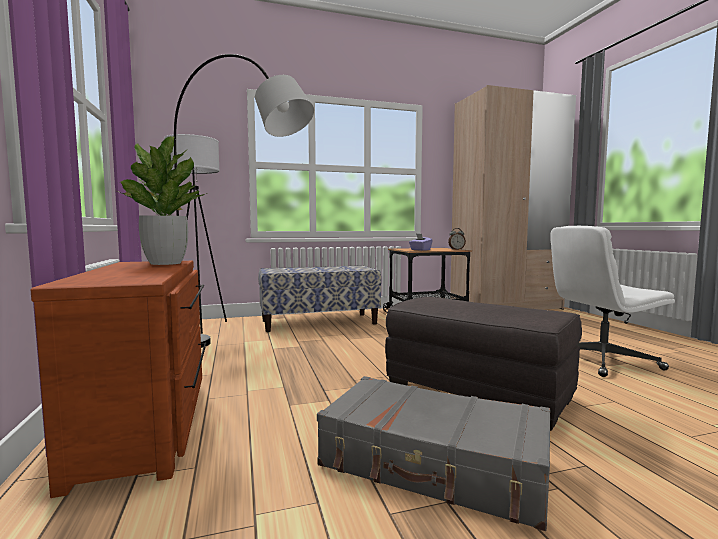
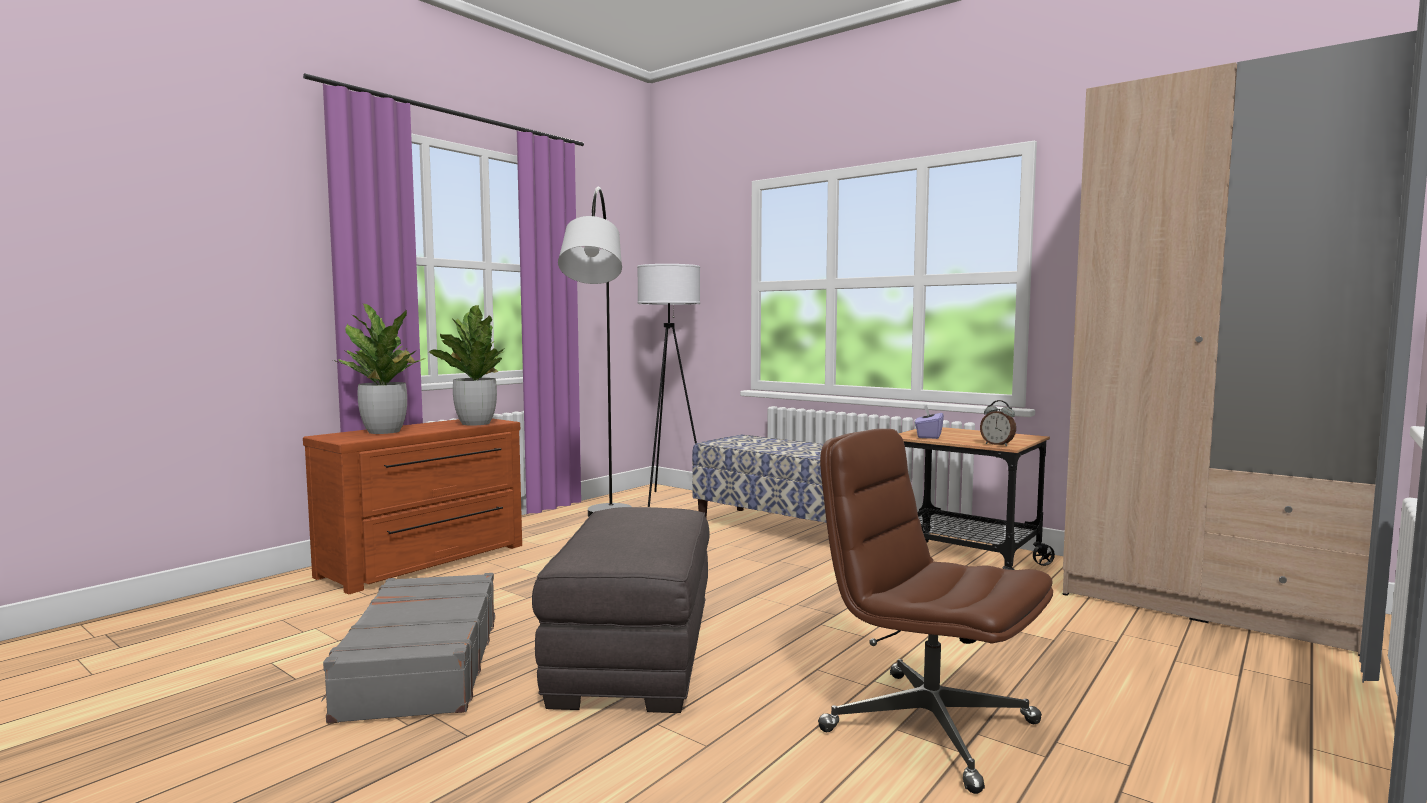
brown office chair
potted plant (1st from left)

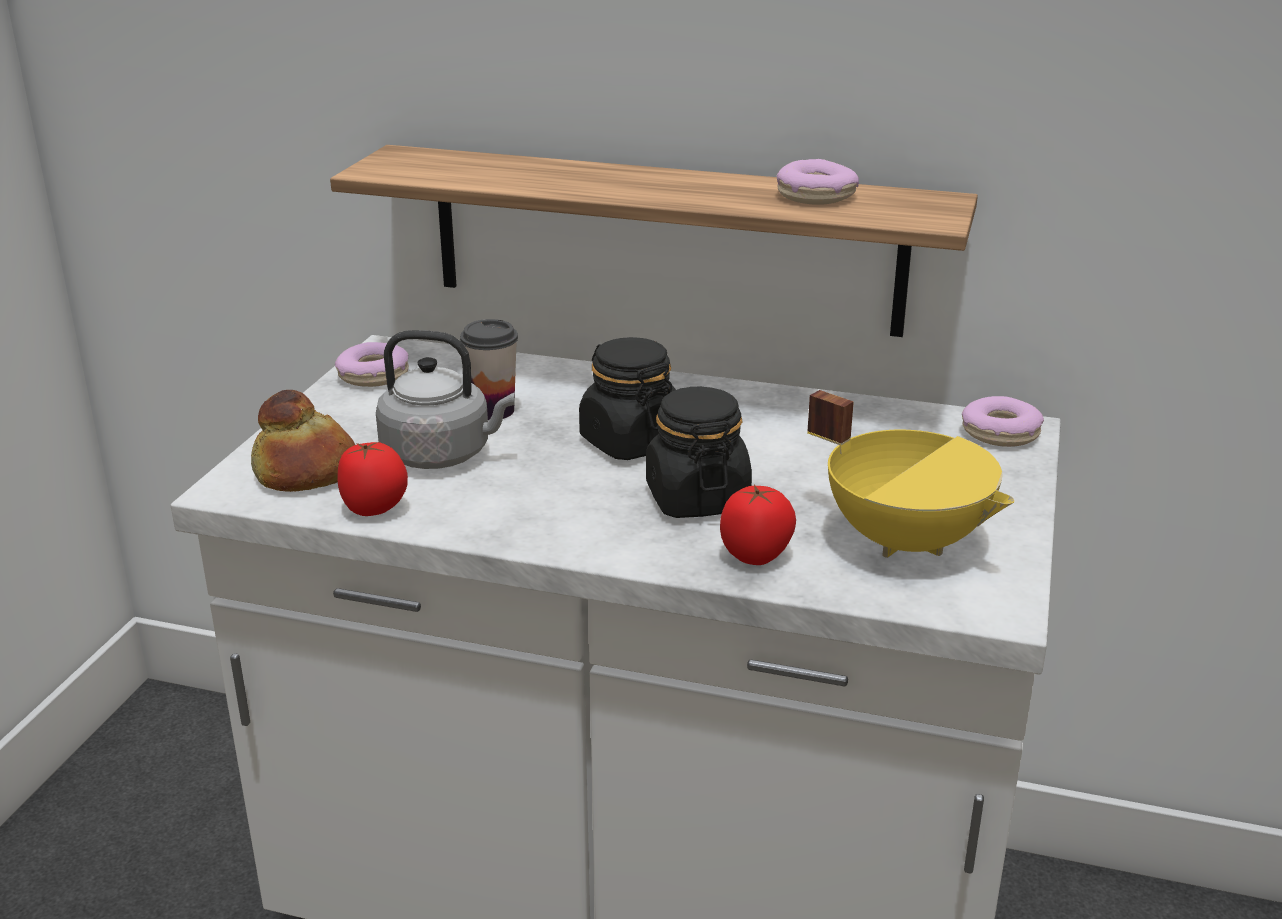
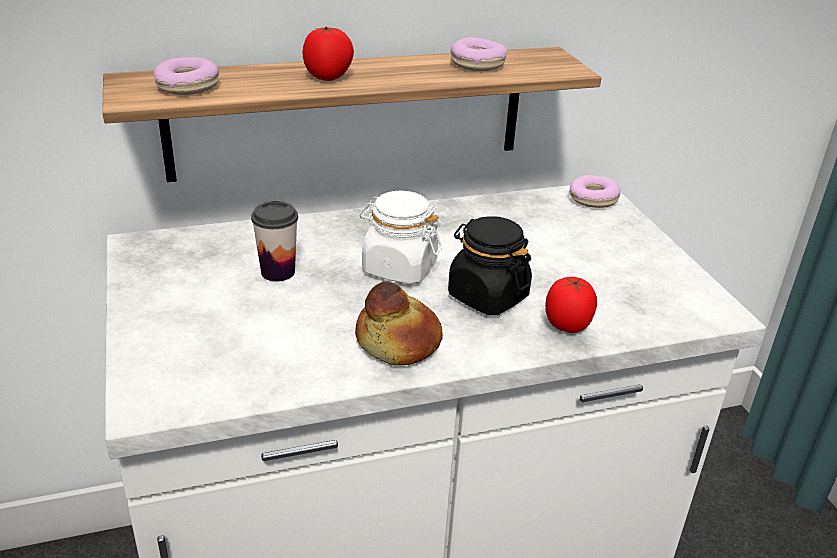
grey kettle
white jar
donut (1st from left)
bread
yellow cooking pot
tomato (1st from left)

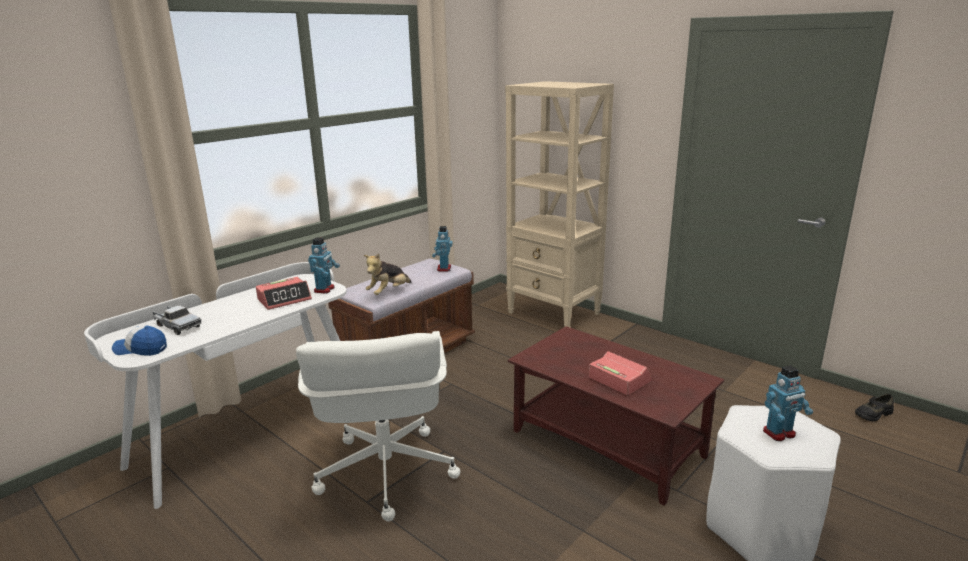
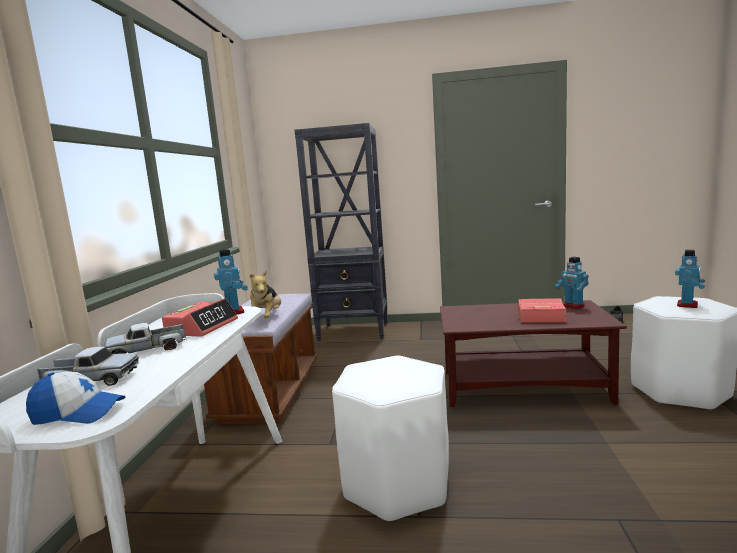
black bookcase
toy robot (2nd from left)
cap
white stool (1st from left)
toy truck (2nd from left)

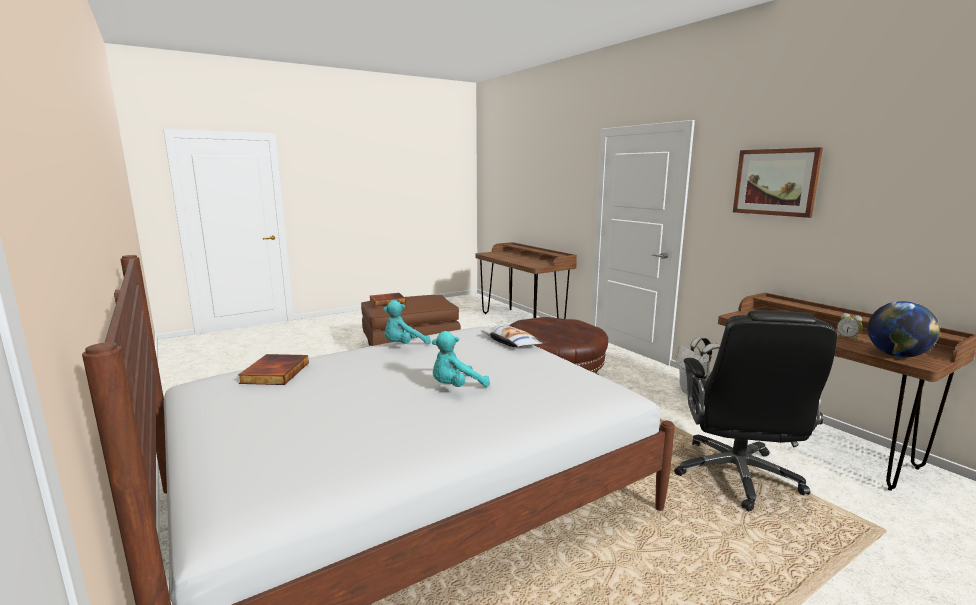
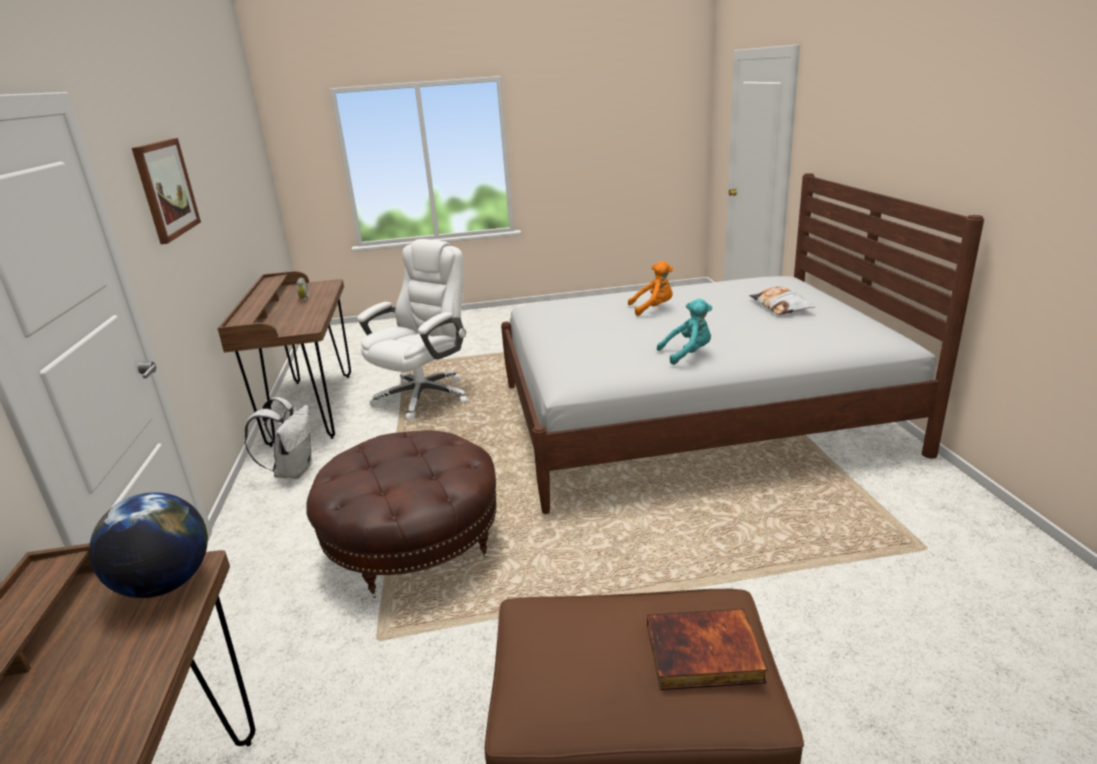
globe
white office chair
pillow
orange plush toy
book (1st from left in the first image)

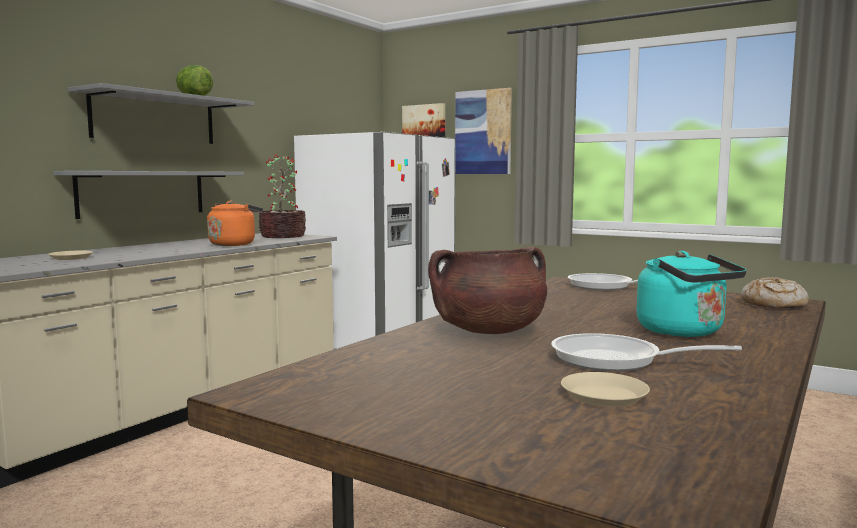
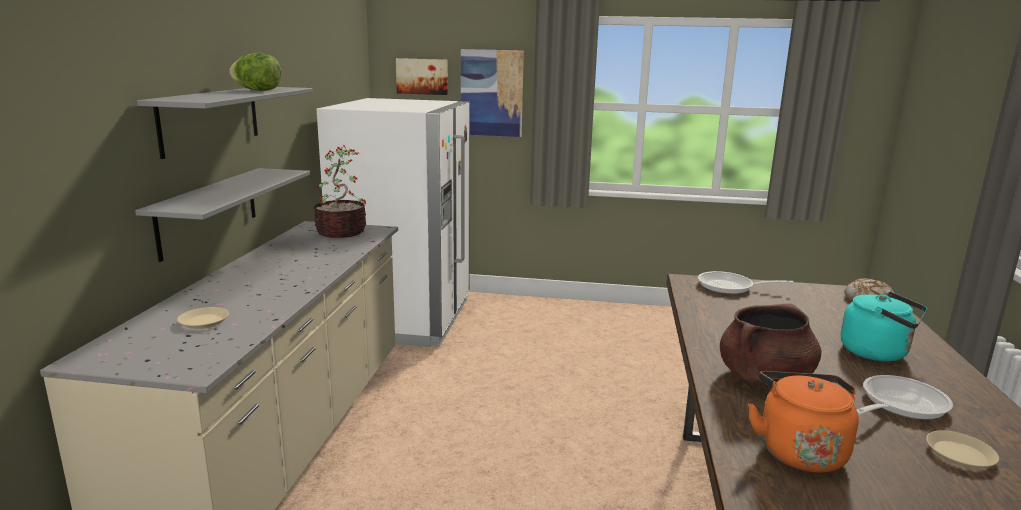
orange kettle
frying pan (2nd from left)

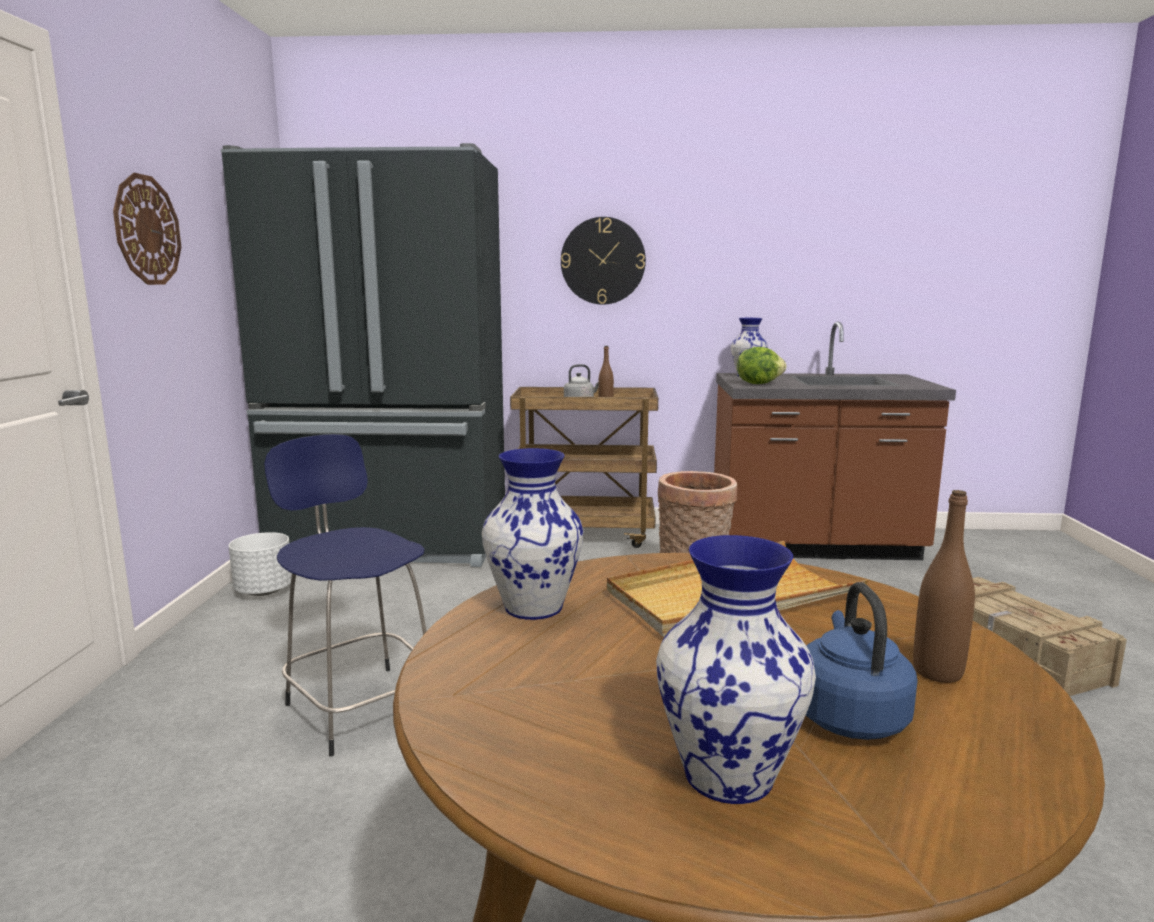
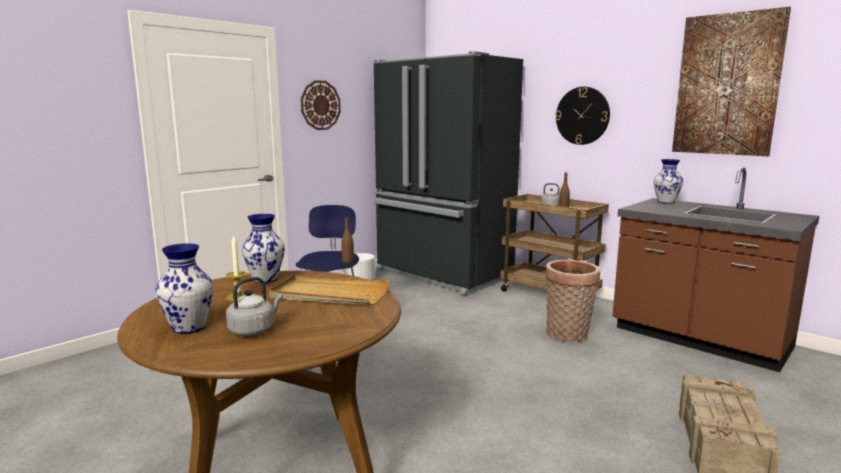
lettuce
brown bottle (1st from left)
grey kettle (1st from left)
picture
candle

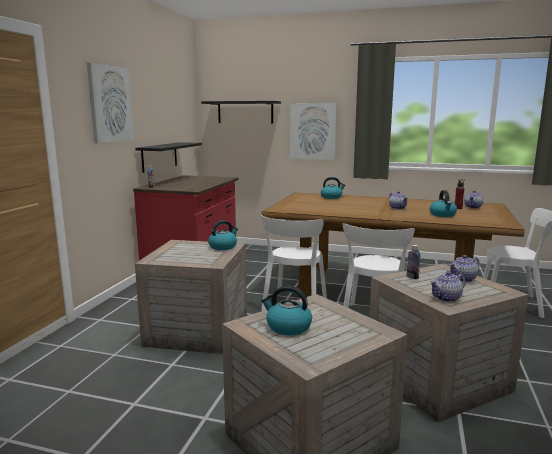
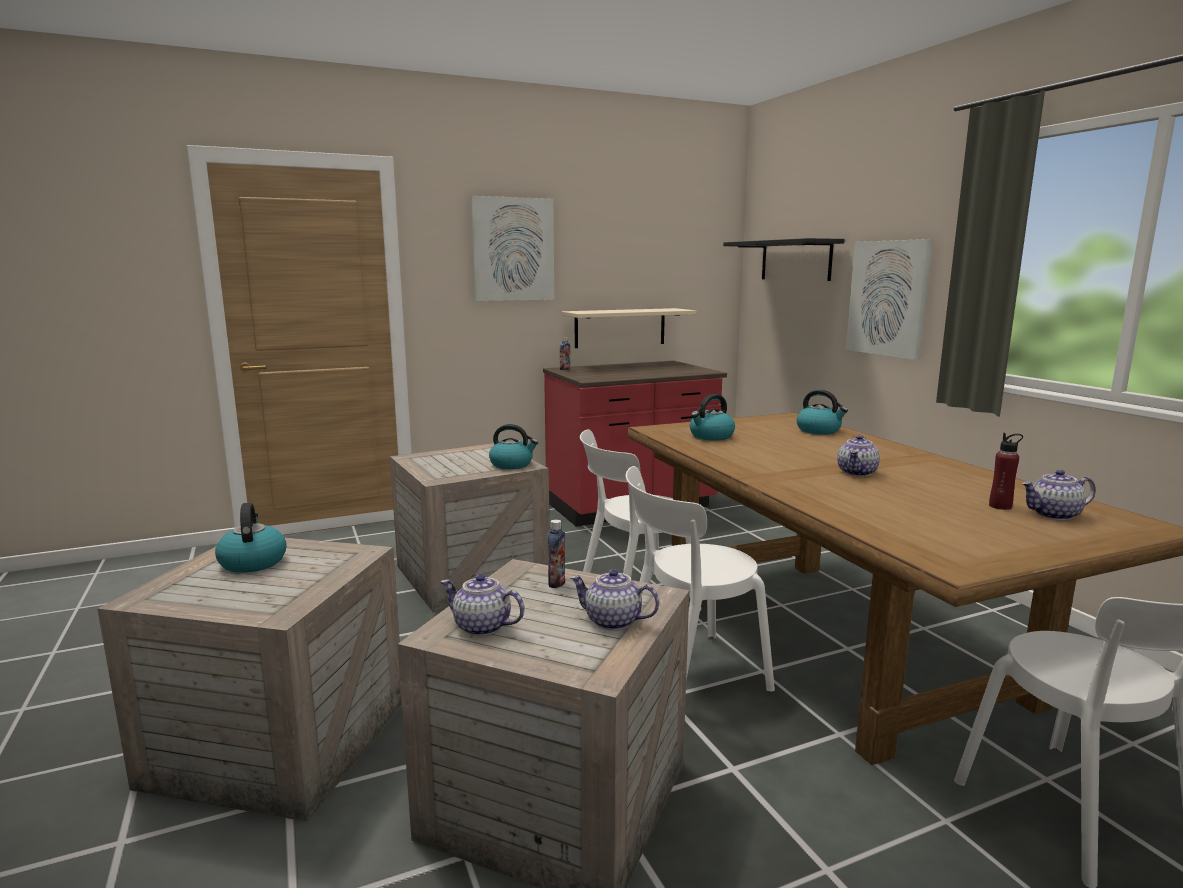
beige shelf
kettle (3rd from left)

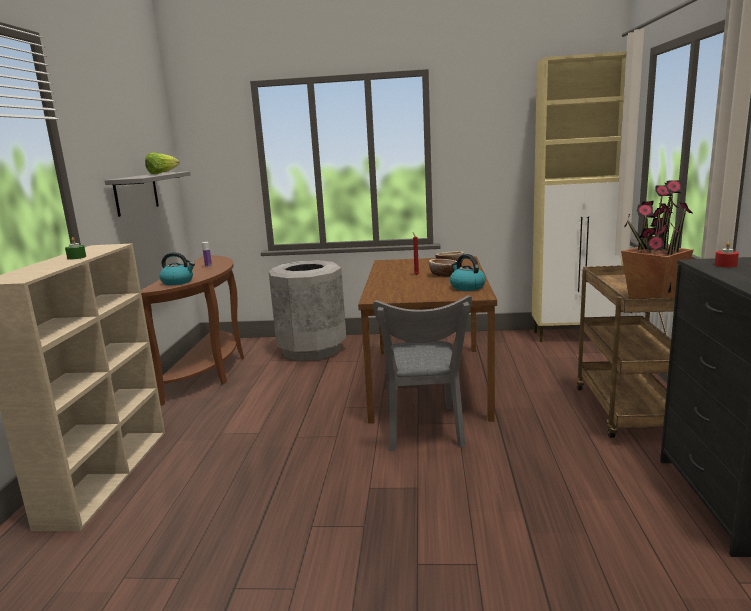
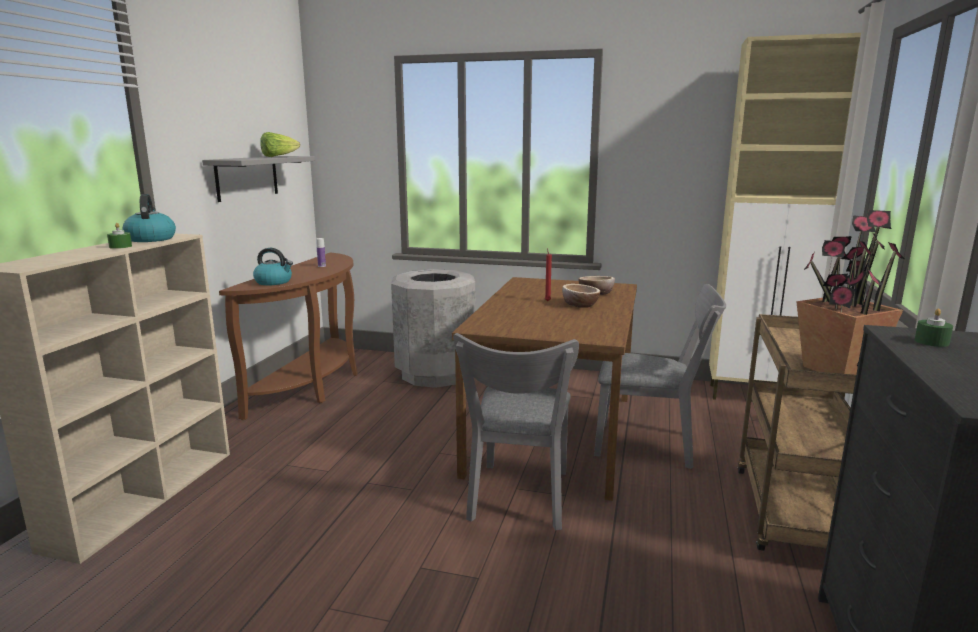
green candle (2nd from left)
kettle (1st from left)
grey chair (2nd from left)

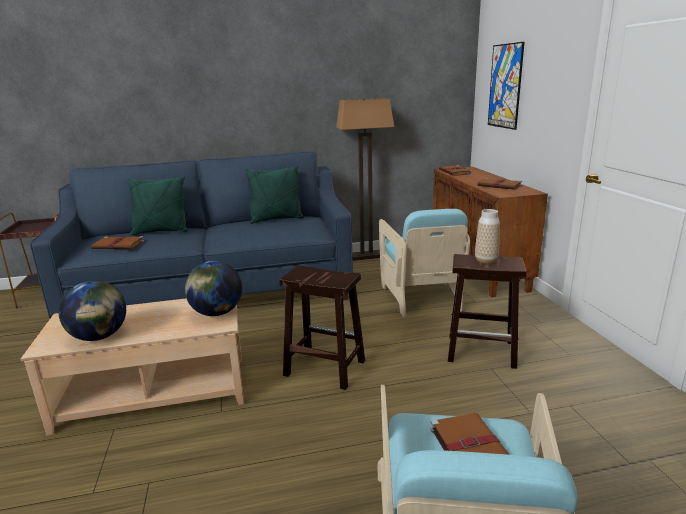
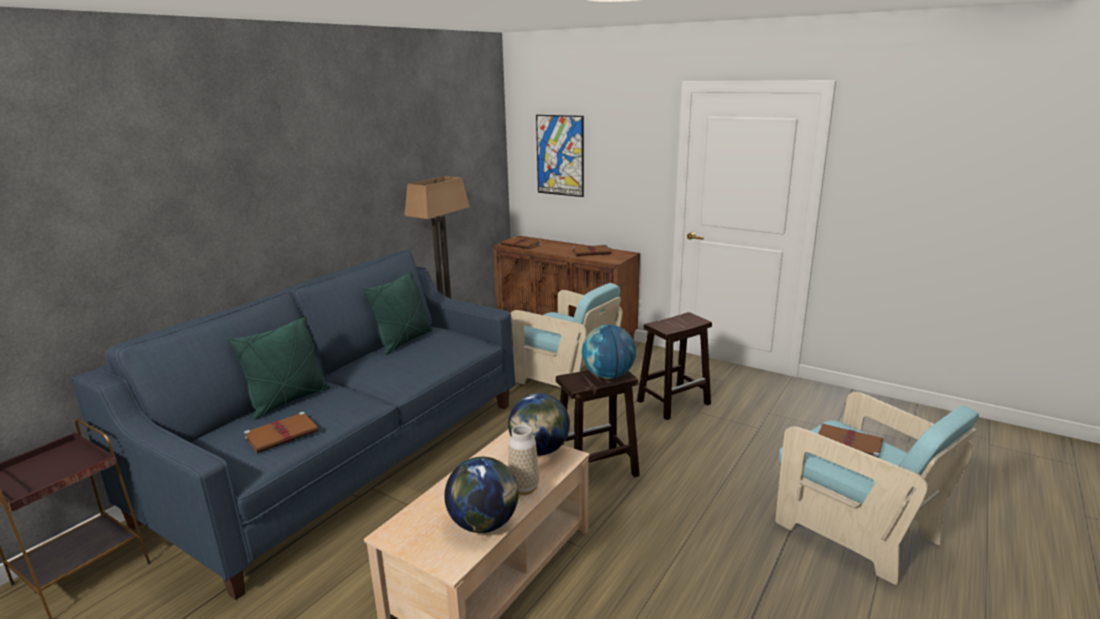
vase
globe (3rd from left)

